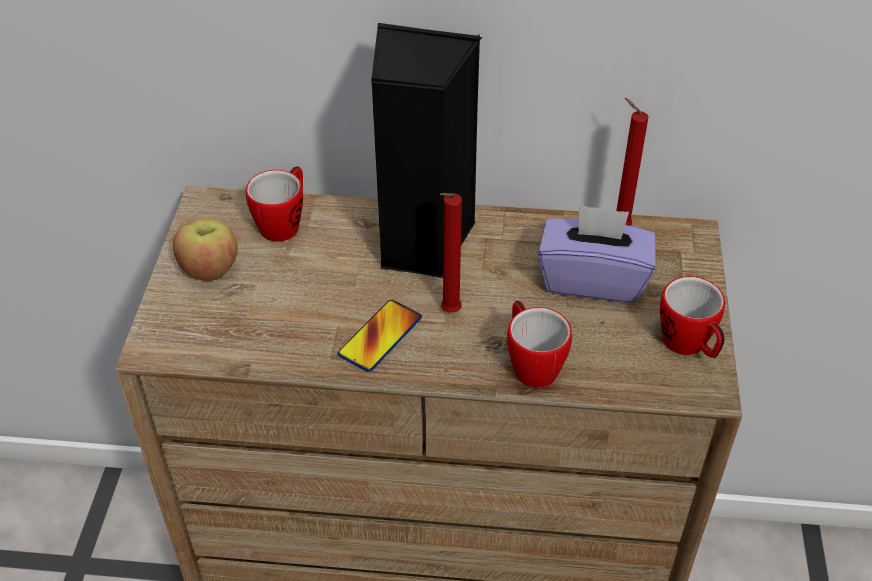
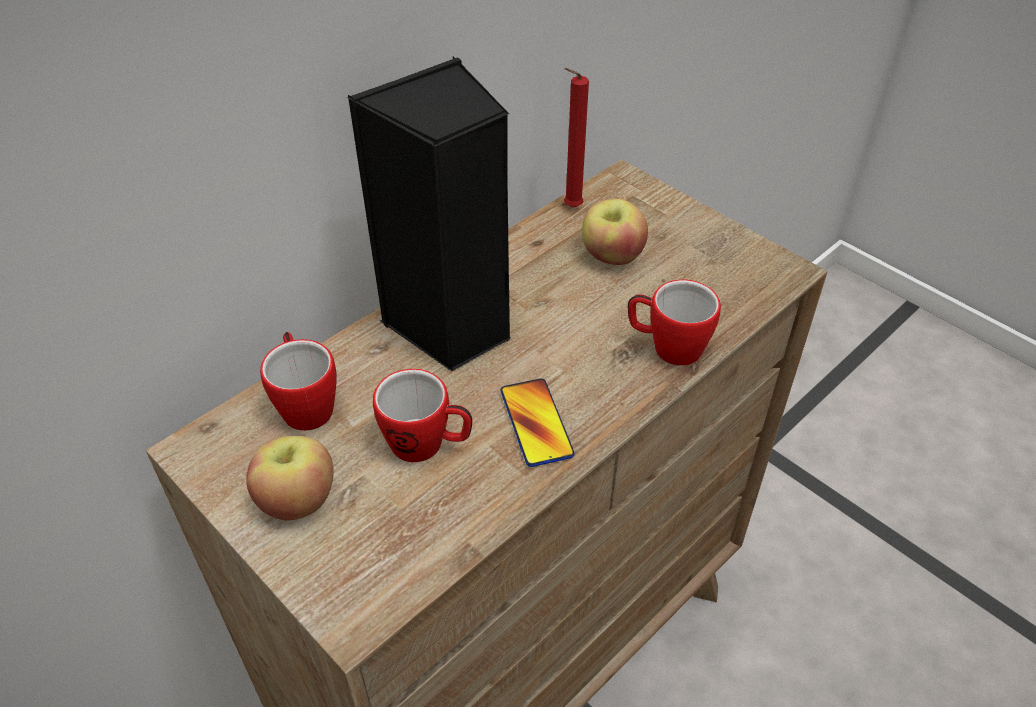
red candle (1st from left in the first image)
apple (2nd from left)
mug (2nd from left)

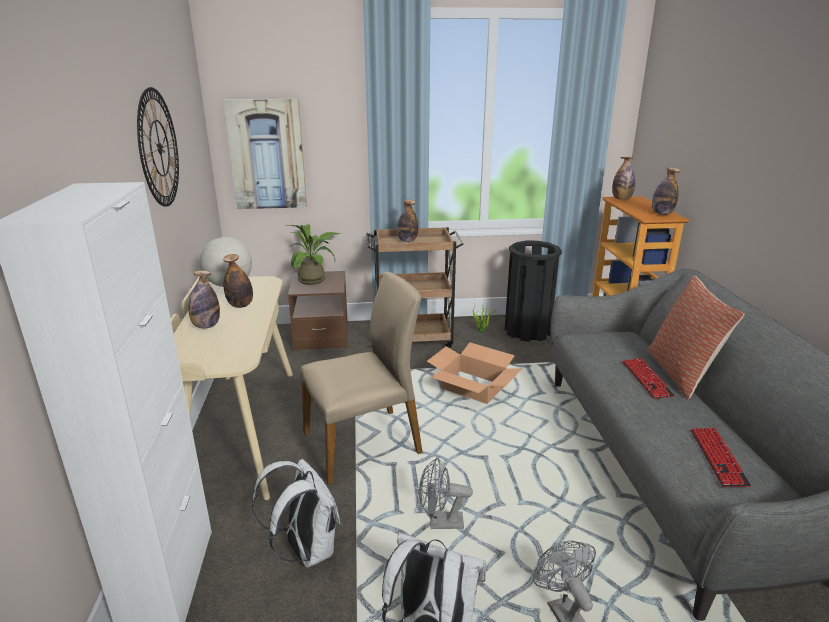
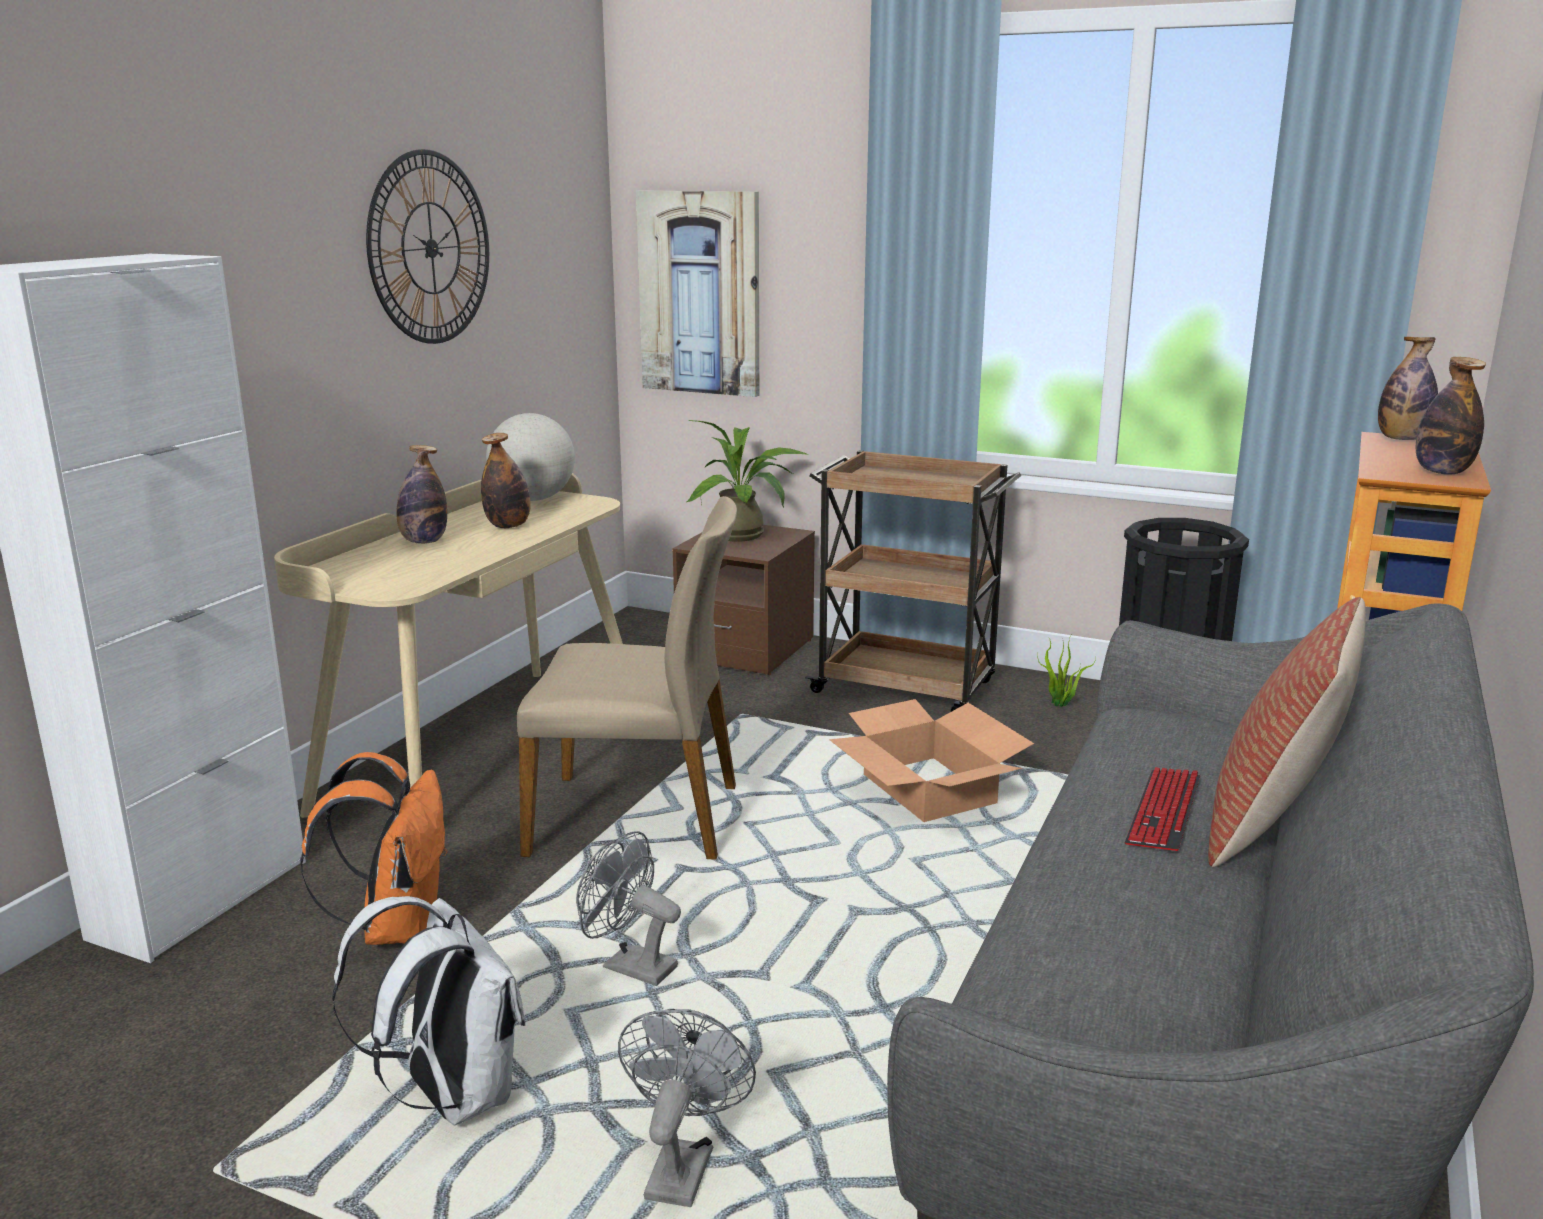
bottle (3rd from left in the first image)
keyboard (2nd from left in the first image)
orange backpack

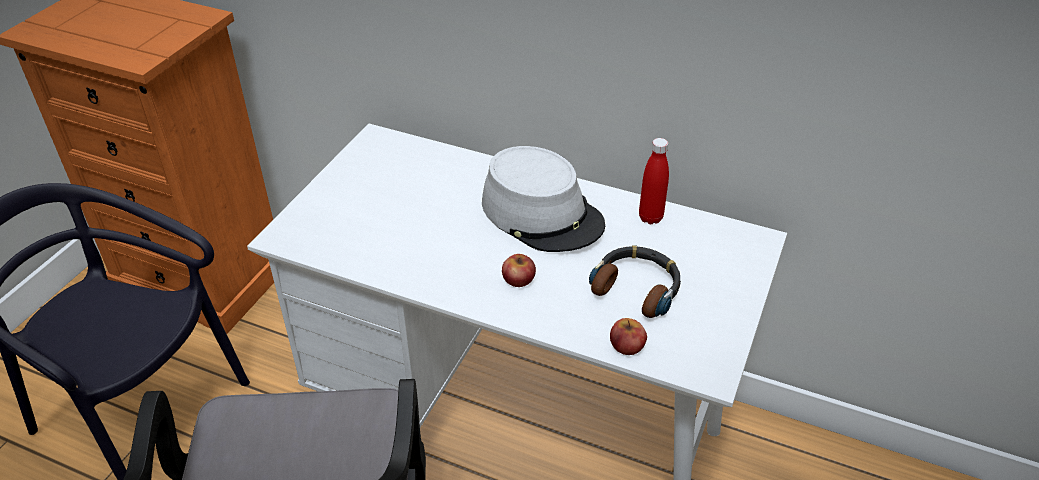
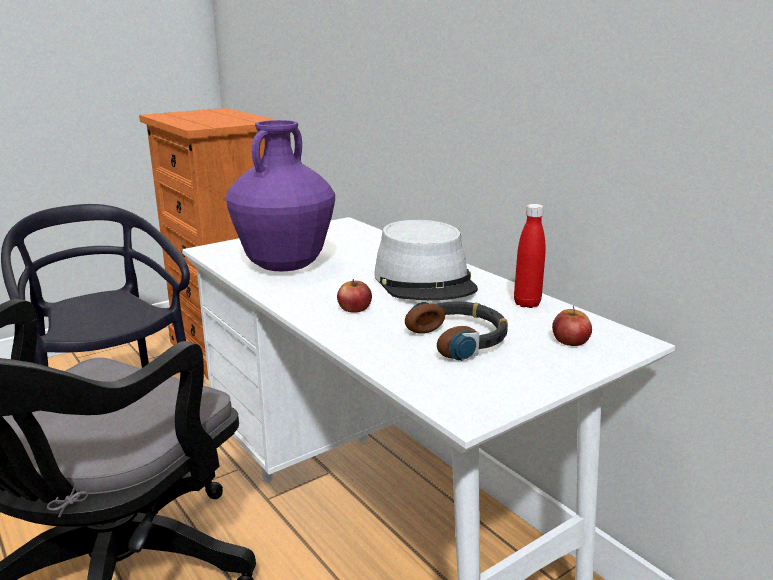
apple (2nd from left)
purple vase

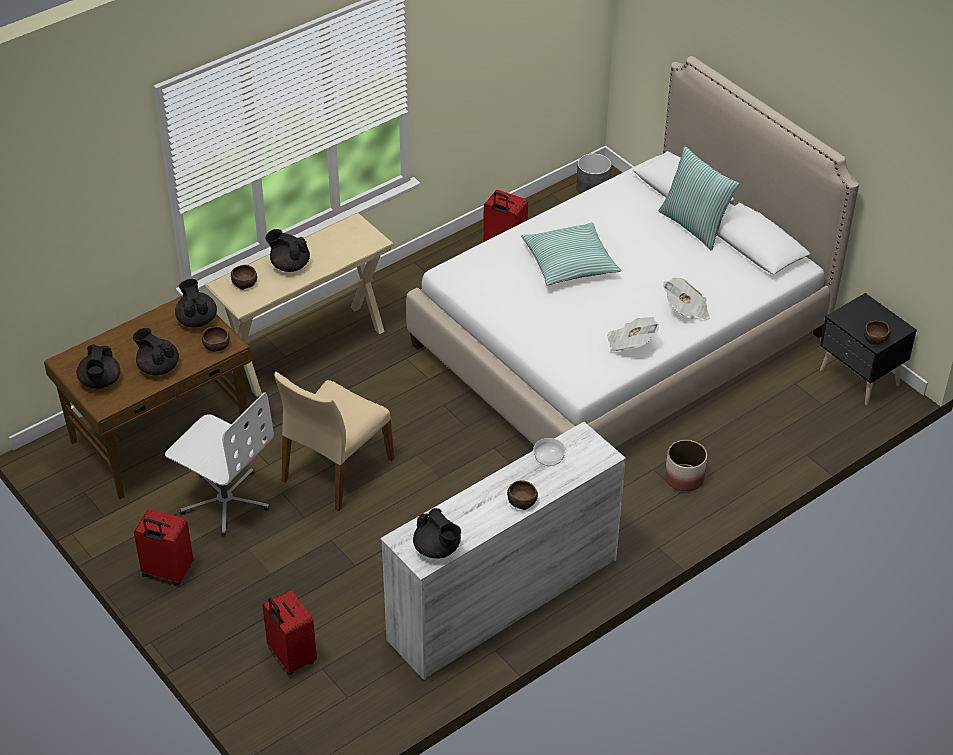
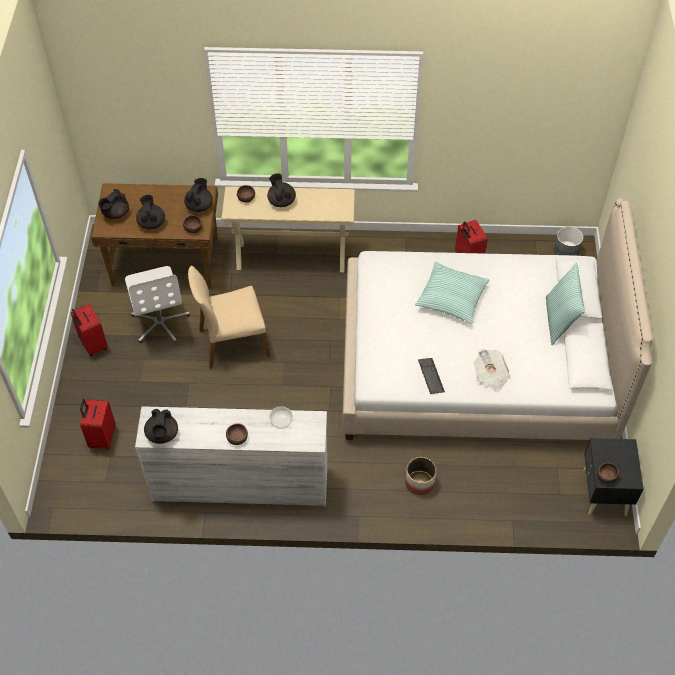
keyboard

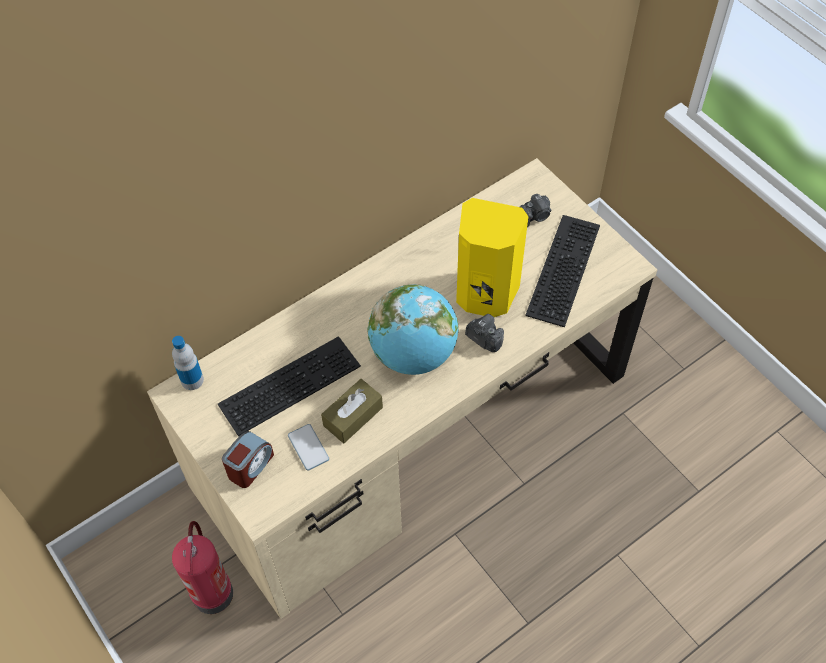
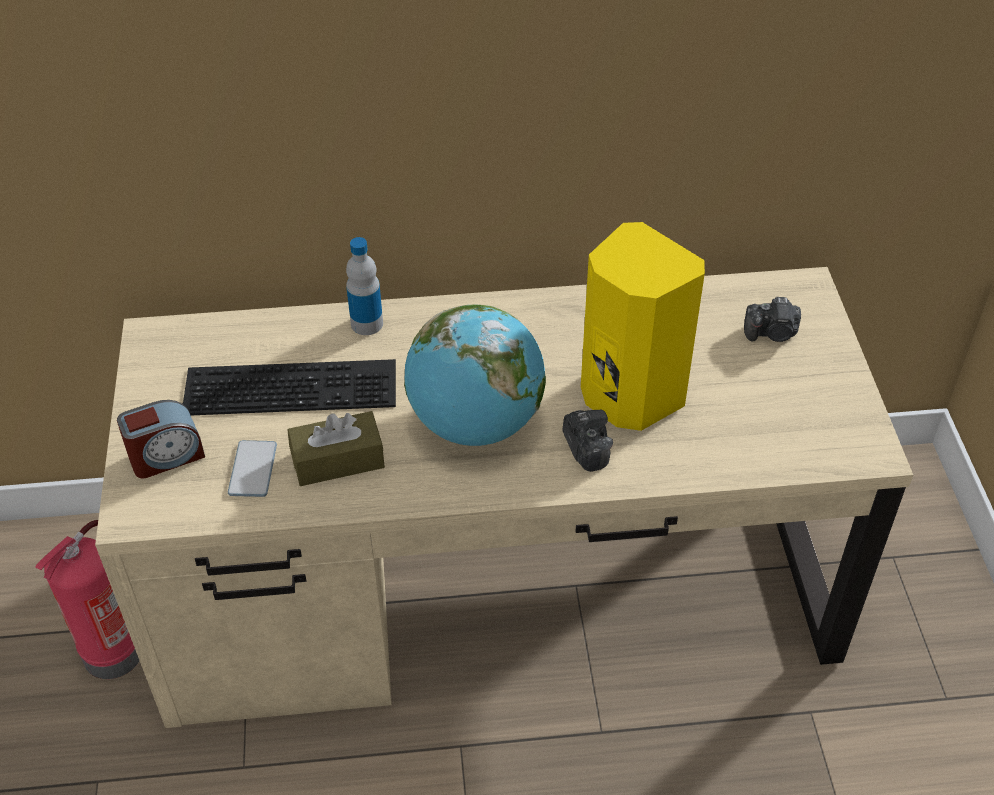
keyboard (2nd from left in the first image)
bottle

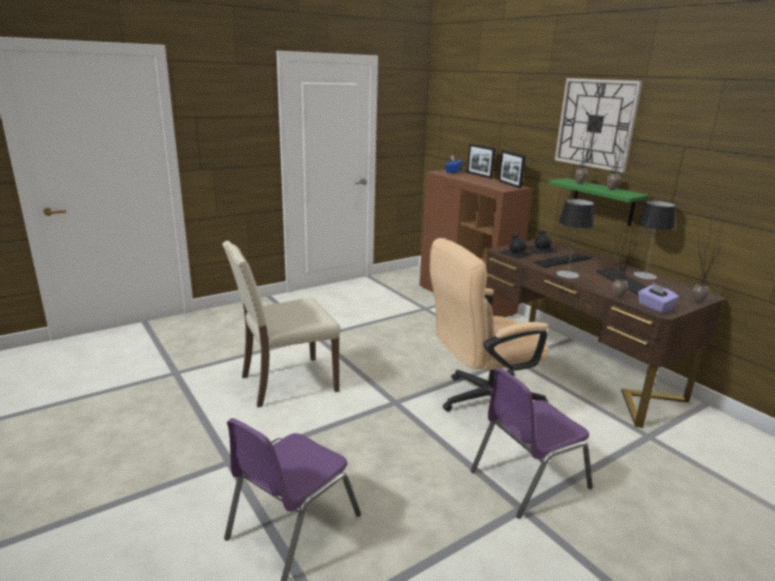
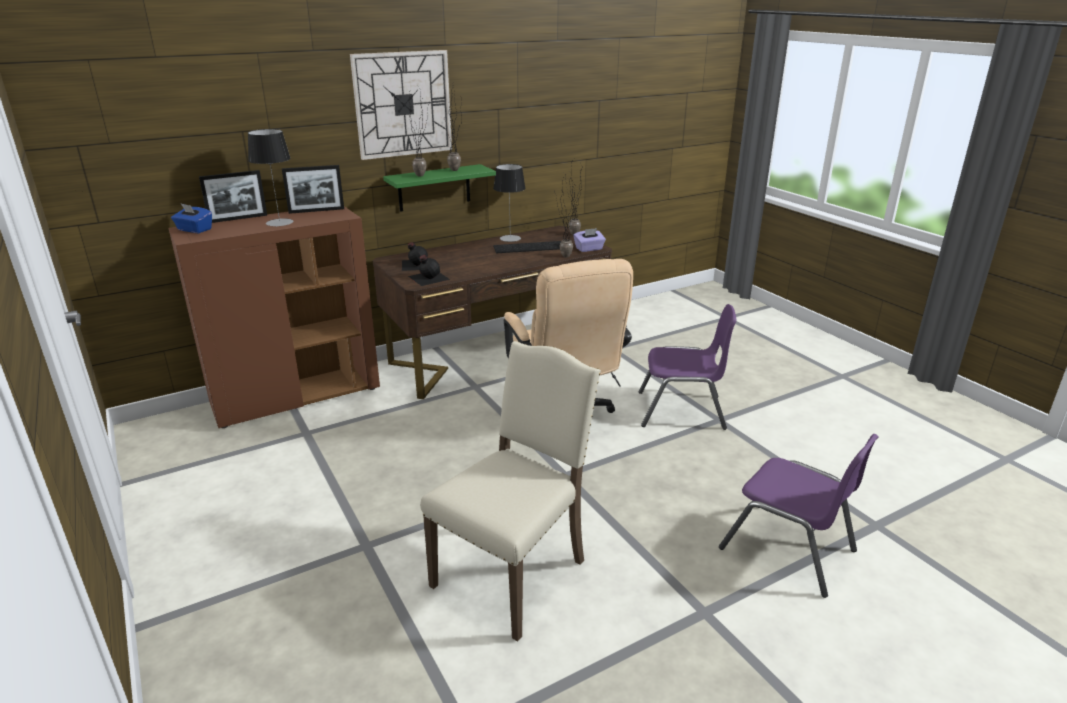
table lamp (1st from left)
beige chair
keyboard (1st from left in the first image)
purple chair (1st from left)

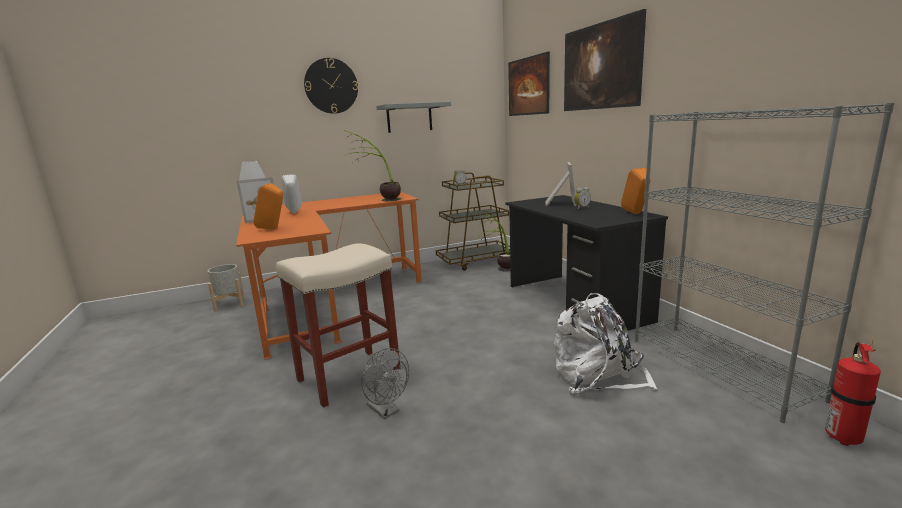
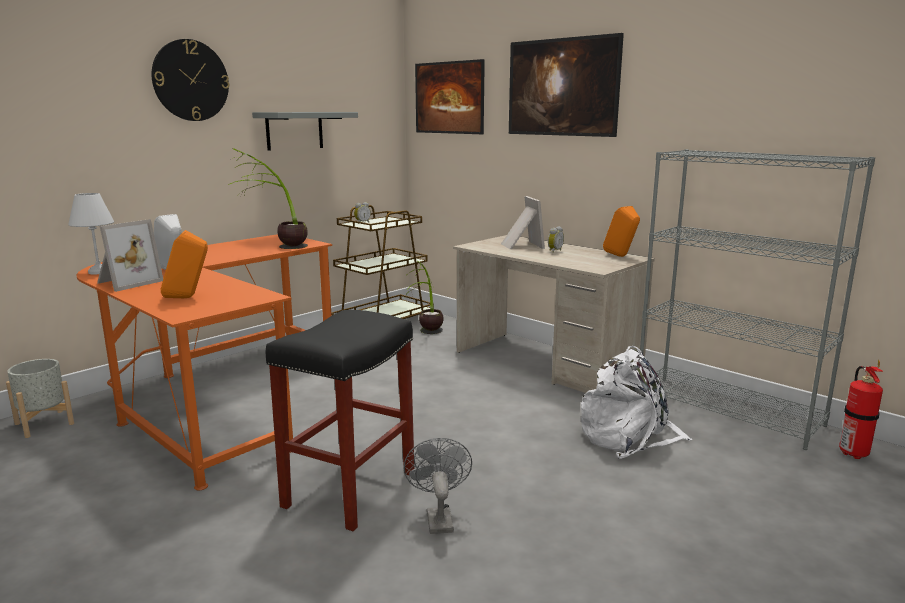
beige desk
black stool
grey fan

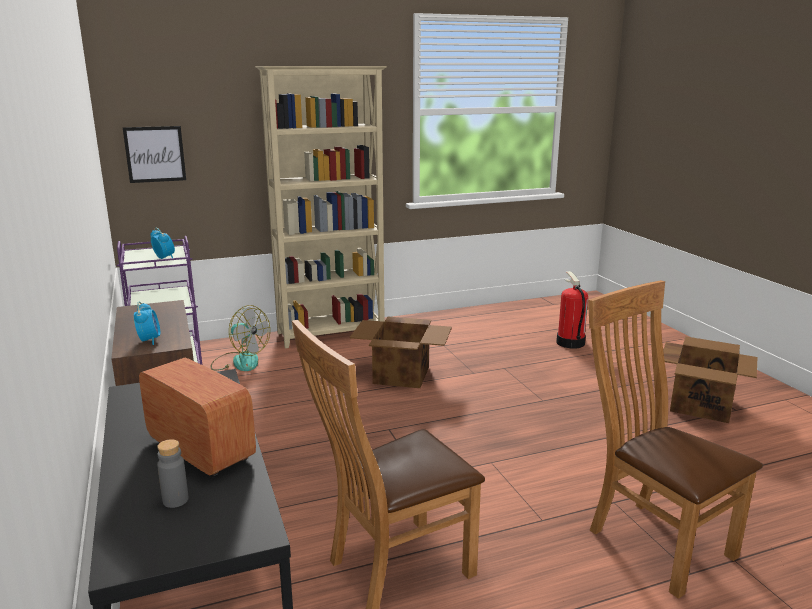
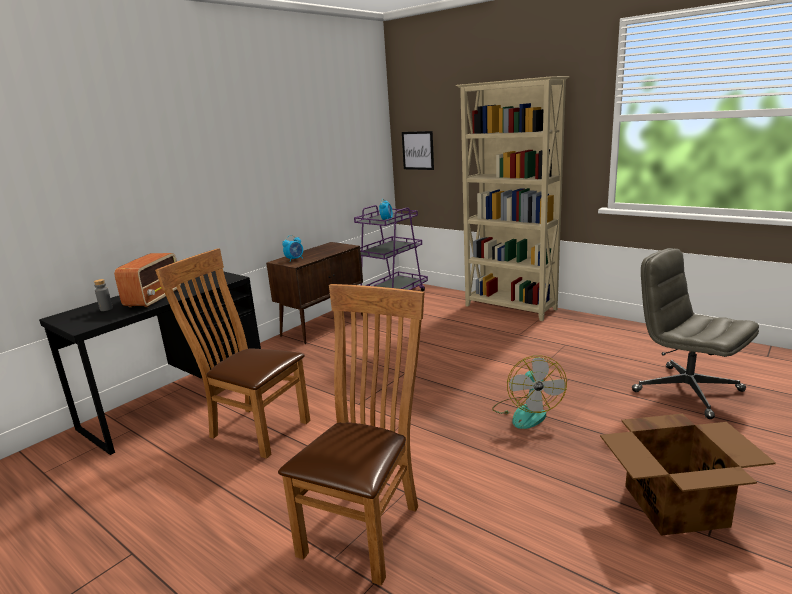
grey office chair
fan
cardboard box (1st from left in the first image)

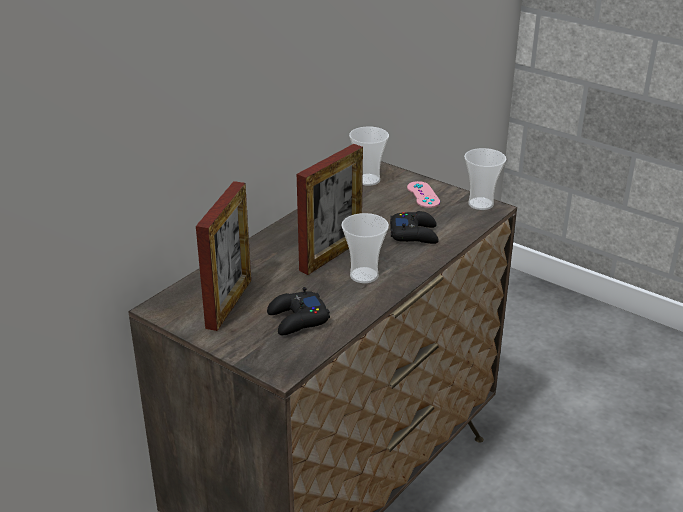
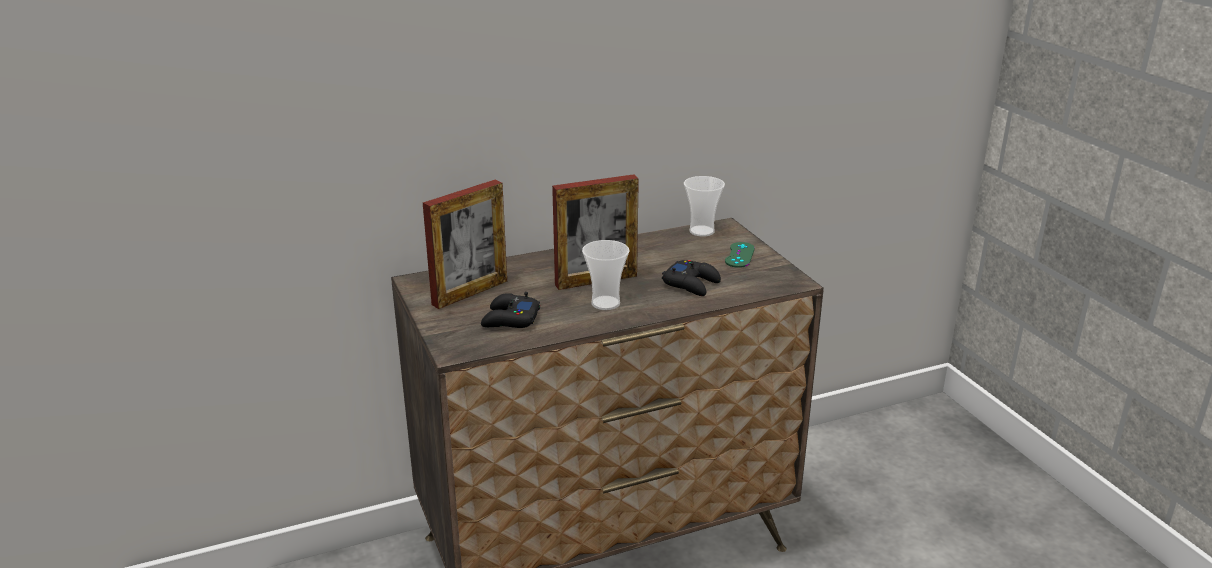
cup (3rd from left in the first image)
green game controller

